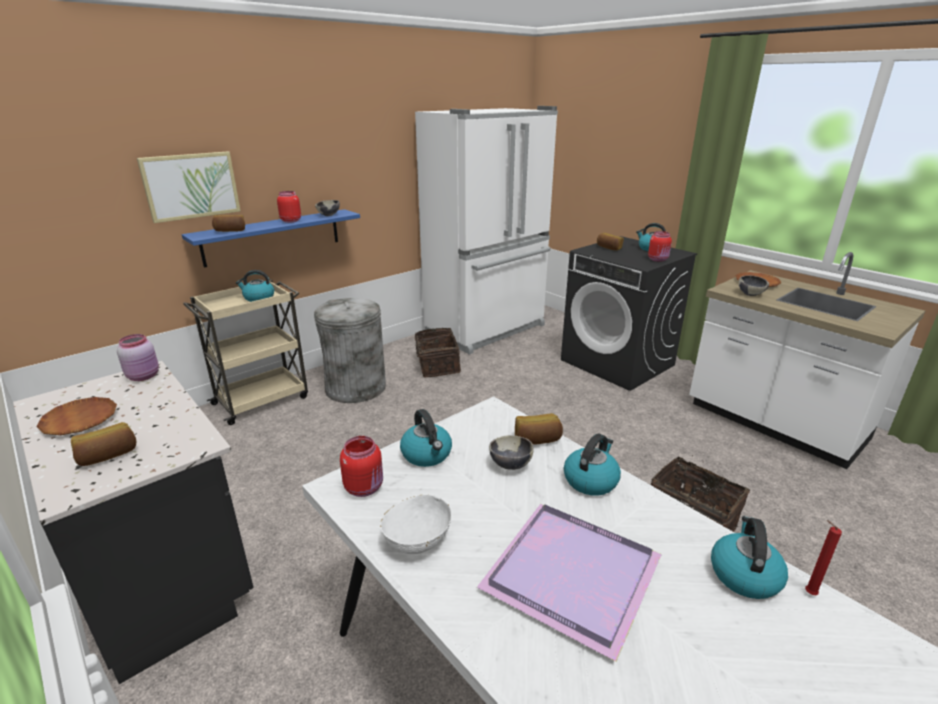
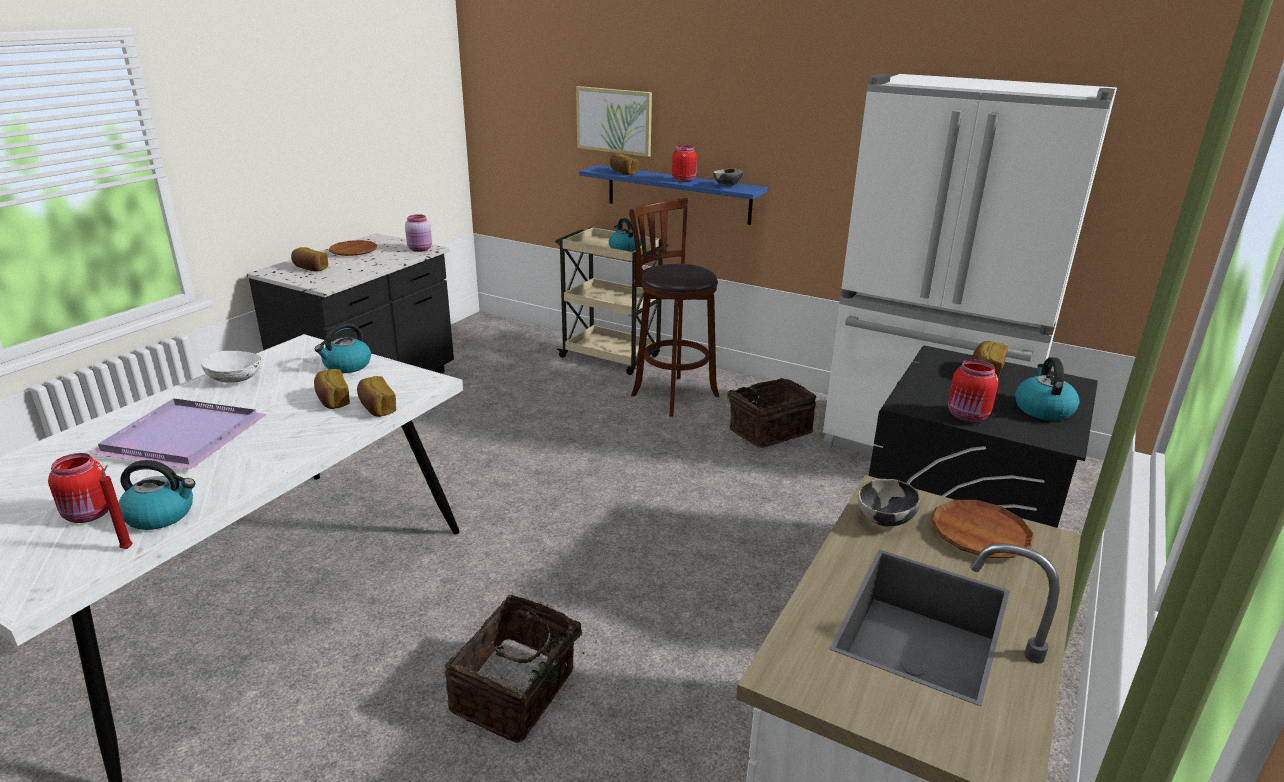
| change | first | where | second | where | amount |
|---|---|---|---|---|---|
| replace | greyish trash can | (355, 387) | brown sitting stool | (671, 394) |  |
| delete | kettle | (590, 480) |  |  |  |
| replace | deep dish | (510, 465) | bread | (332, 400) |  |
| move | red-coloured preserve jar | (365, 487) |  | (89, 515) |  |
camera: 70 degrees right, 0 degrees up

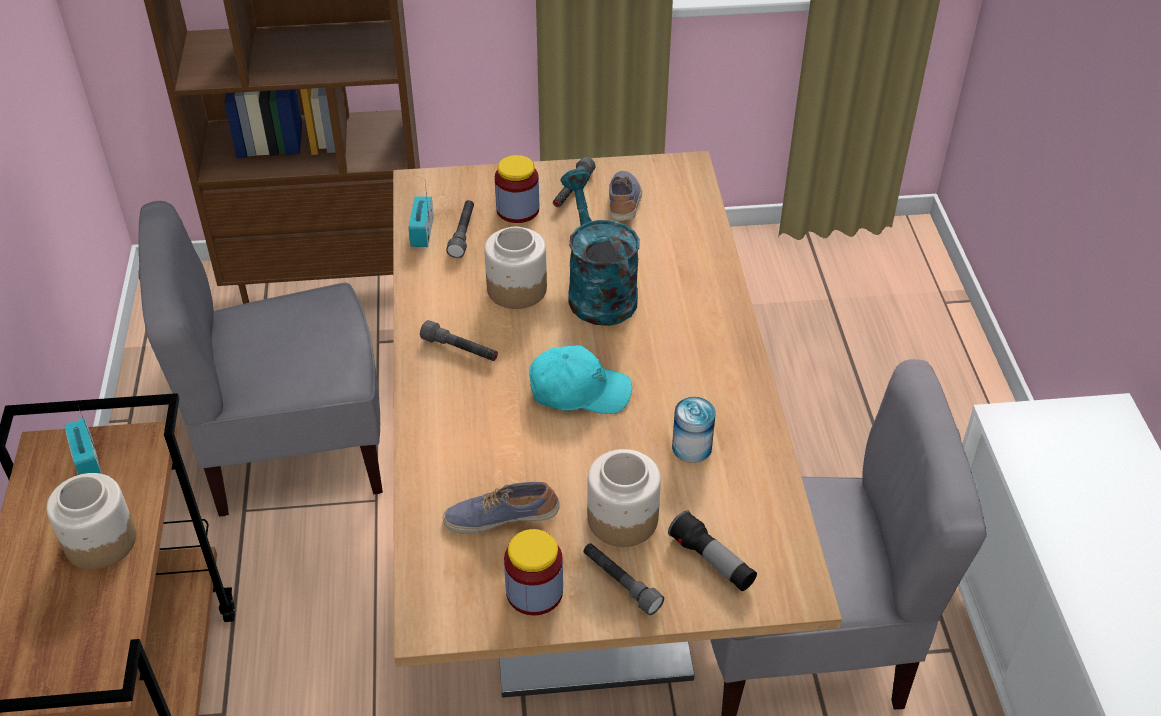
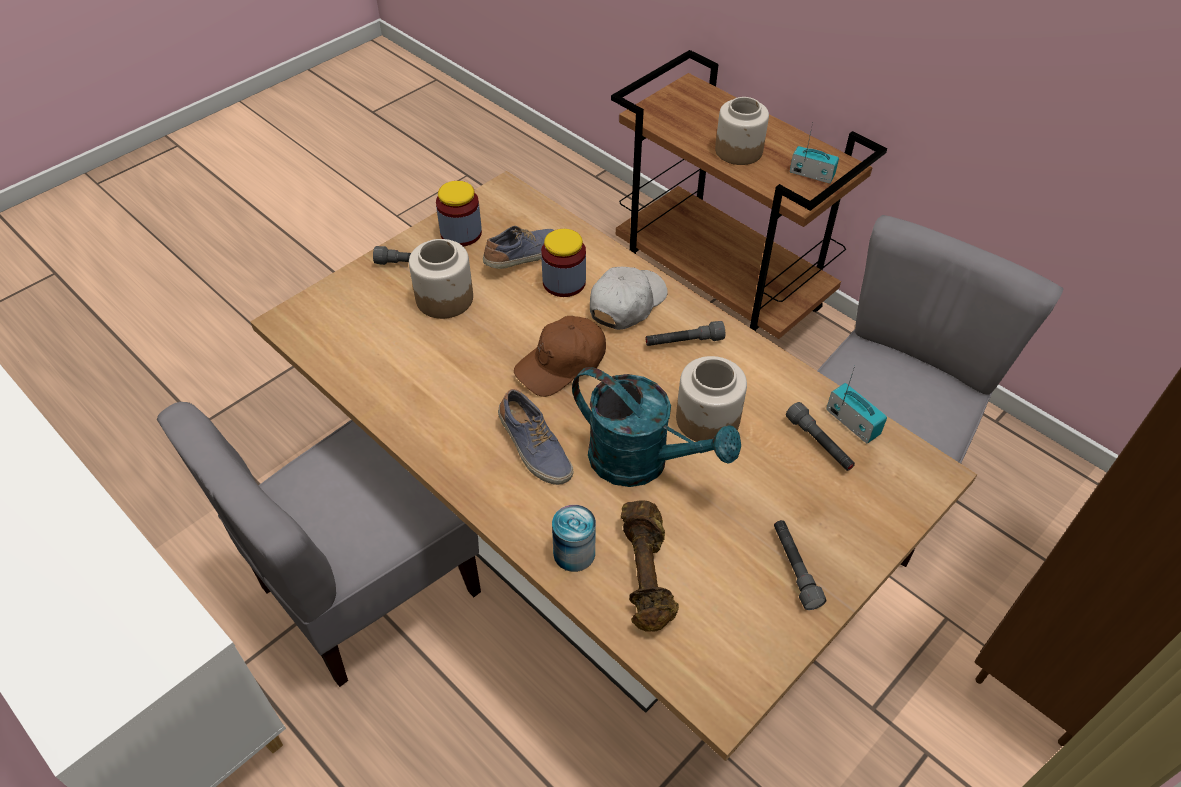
| change | first | where | second | where | amount |
|---|---|---|---|---|---|
| move | preserve jar | (517, 210) |  | (564, 282) |  |
| move | item of footwear | (624, 204) |  | (534, 449) |  |
| recolor | turquoise-coloured peaked cap | (579, 391) | brown peaked cap | (562, 364) |  |
| move | metal can | (692, 447) |  | (574, 553) |  |
| delete | hand torch | (712, 561) |  |  |  |
| insert |  |  | whitish peaked cap | (626, 303) |  |
| insert |  |  | brown free weight | (647, 575) |  |
camera: 140 degrees right, 5 degrees up

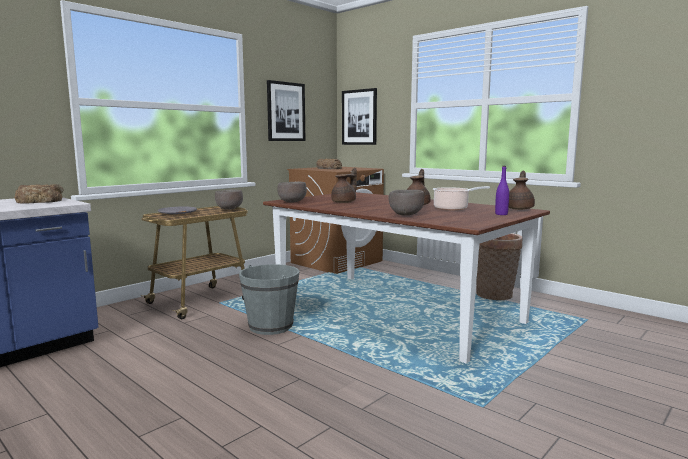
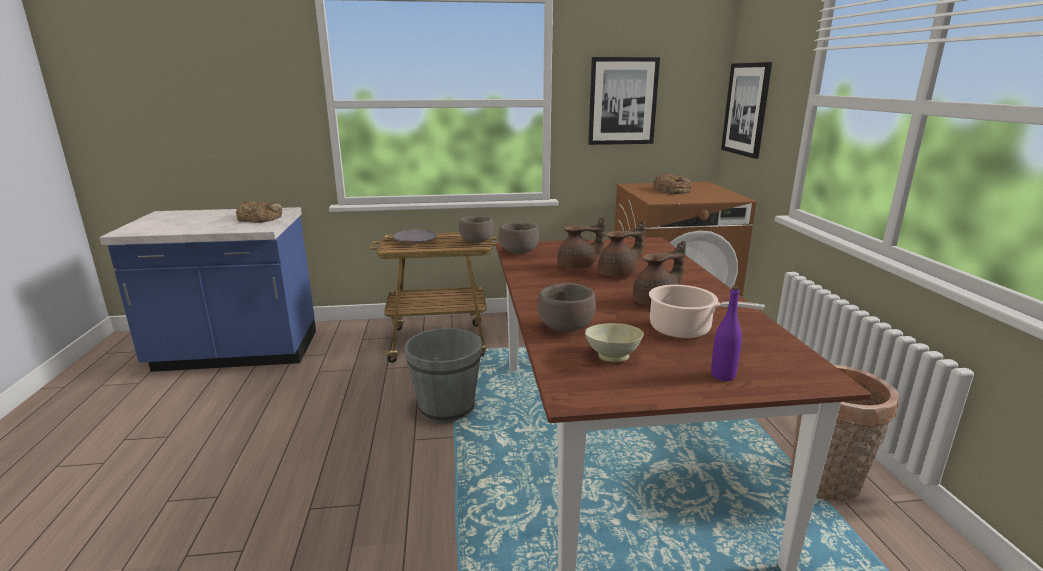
| change | first | where | second | where | amount |
|---|---|---|---|---|---|
| move | brown pot for tea | (520, 209) |  | (619, 274) |  |
| insert |  |  | beige-coloured deep dish | (613, 356) |  |
camera: 40 degrees right, 10 degrees up

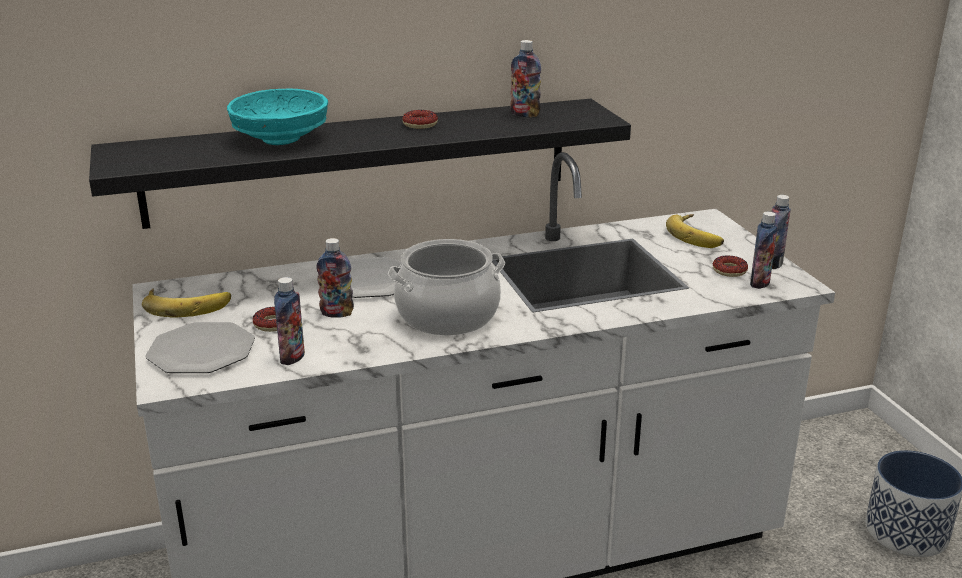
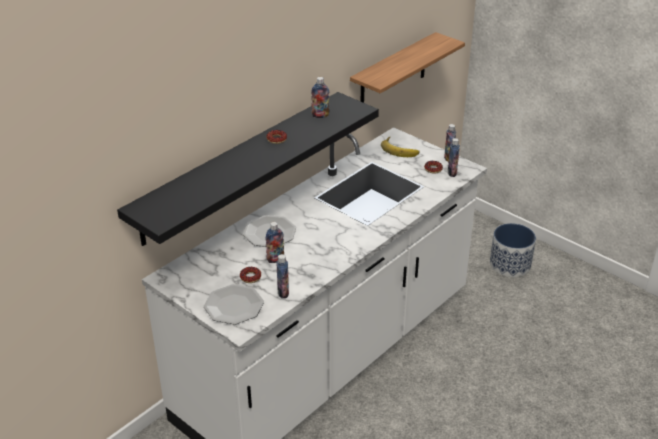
| change | first | where | second | where | amount |
|---|---|---|---|---|---|
| delete | turquoise-coloured deep dish | (280, 139) |  |  |  |
| delete | cooking pot | (447, 316) |  |  |  |
| delete | banana fruit | (187, 305) |  |  |  |
| insert |  |  | bracket shelf | (393, 73) |  |
camera: 30 degrees left, 10 degrees up

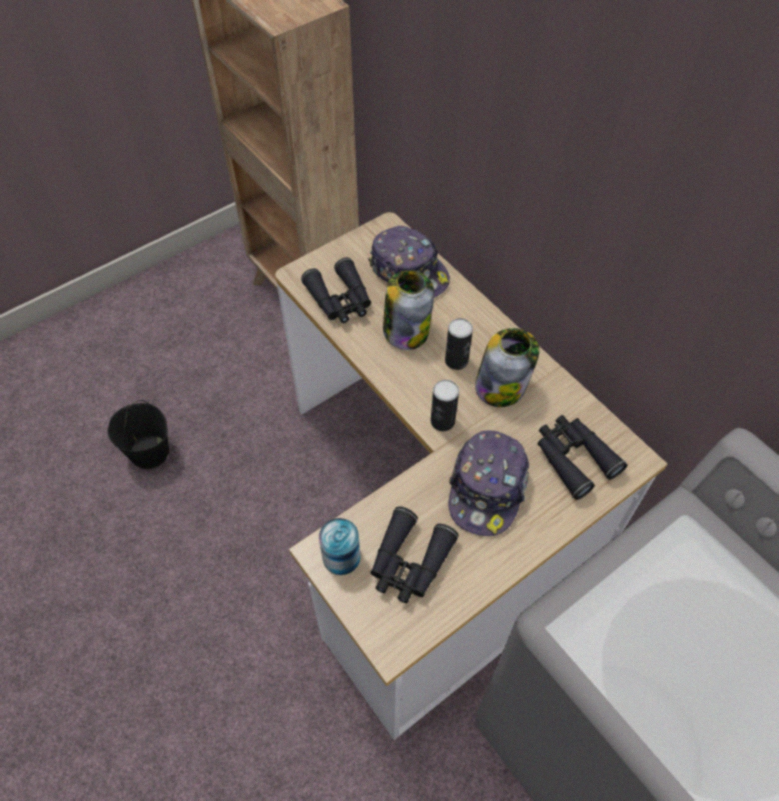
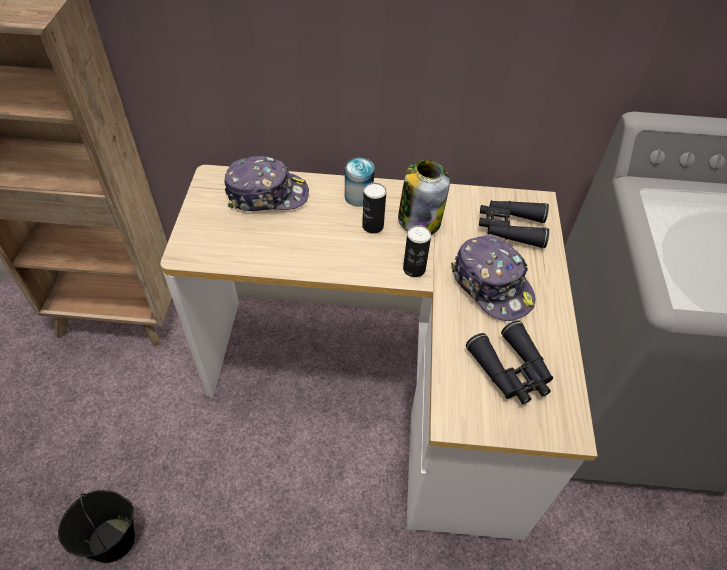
| change | first | where | second | where | amount |
|---|---|---|---|---|---|
| delete | black pair of binoculars | (340, 300) |  |  |  |
| delete | preserve jar | (406, 330) |  |  |  |
| move | metal can | (341, 557) |  | (358, 196) |  |
camera: 50 degrees left, 5 degrees down

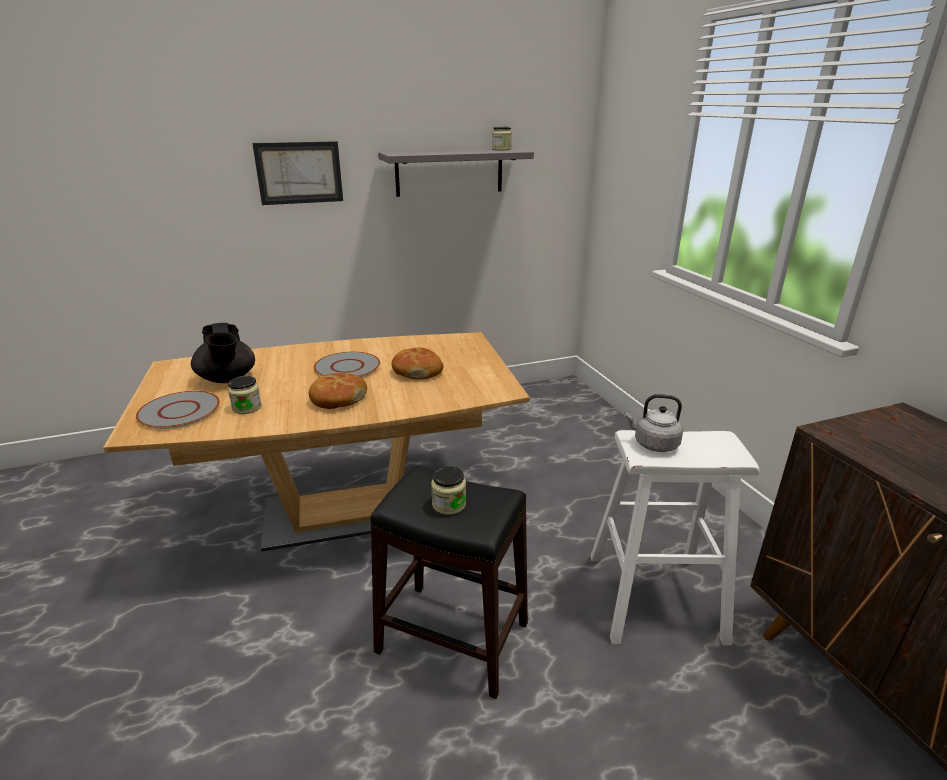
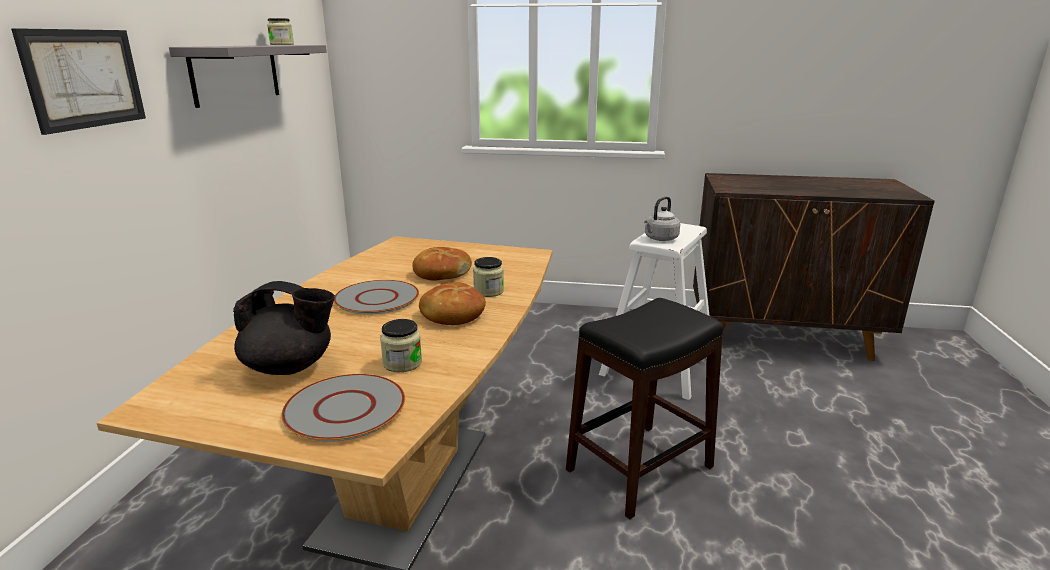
| change | first | where | second | where | amount |
|---|---|---|---|---|---|
| move | preserve jar | (449, 504) |  | (488, 291) |  |
camera: 60 degrees left, 5 degrees down

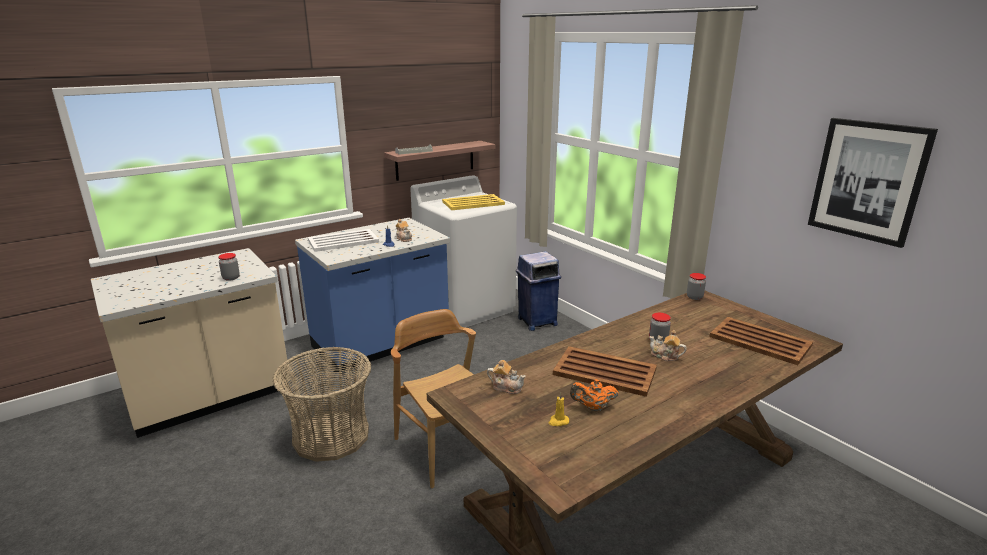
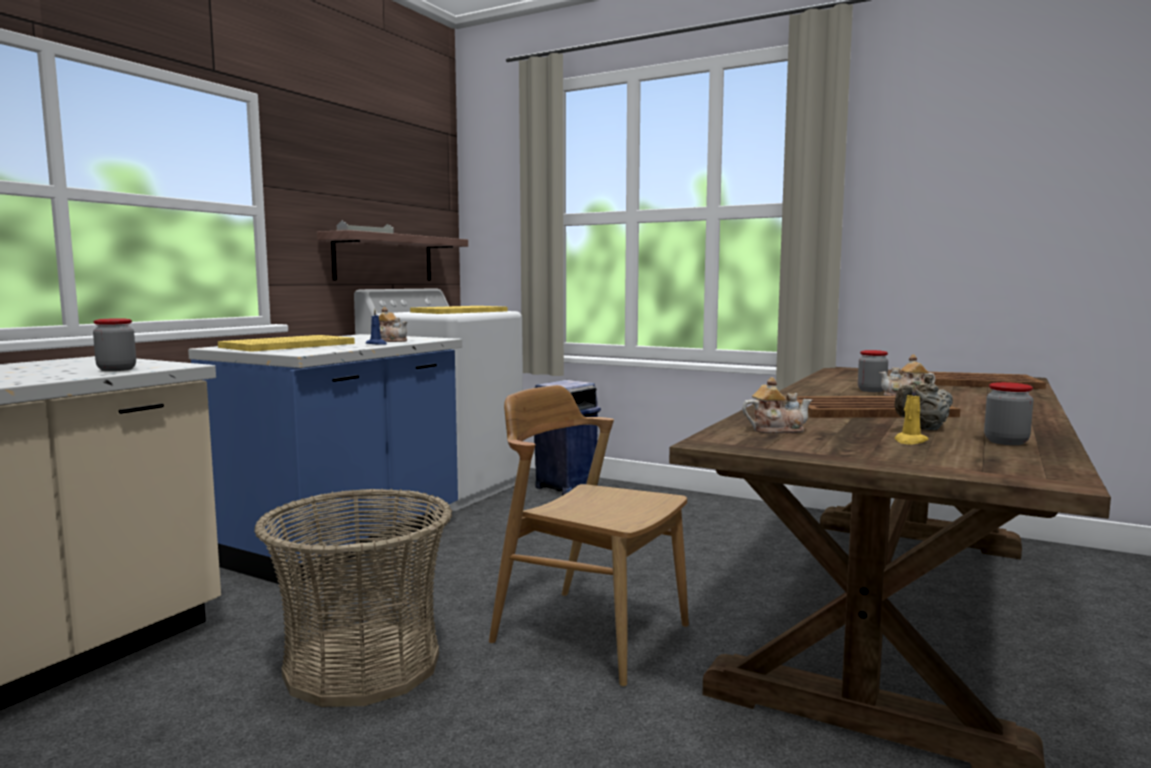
| change | first | where | second | where | amount |
|---|---|---|---|---|---|
| delete | wall art | (867, 180) |  |  |  |
| recolor | whitish tray | (344, 241) | yellowish tray | (289, 345) |  |
| move | preserve jar | (694, 297) |  | (1006, 442) |  |
| recolor | orange pot for tea | (593, 407) | beige-coloured pot for tea | (923, 429) |  |
camera: 25 degrees left, 15 degrees down

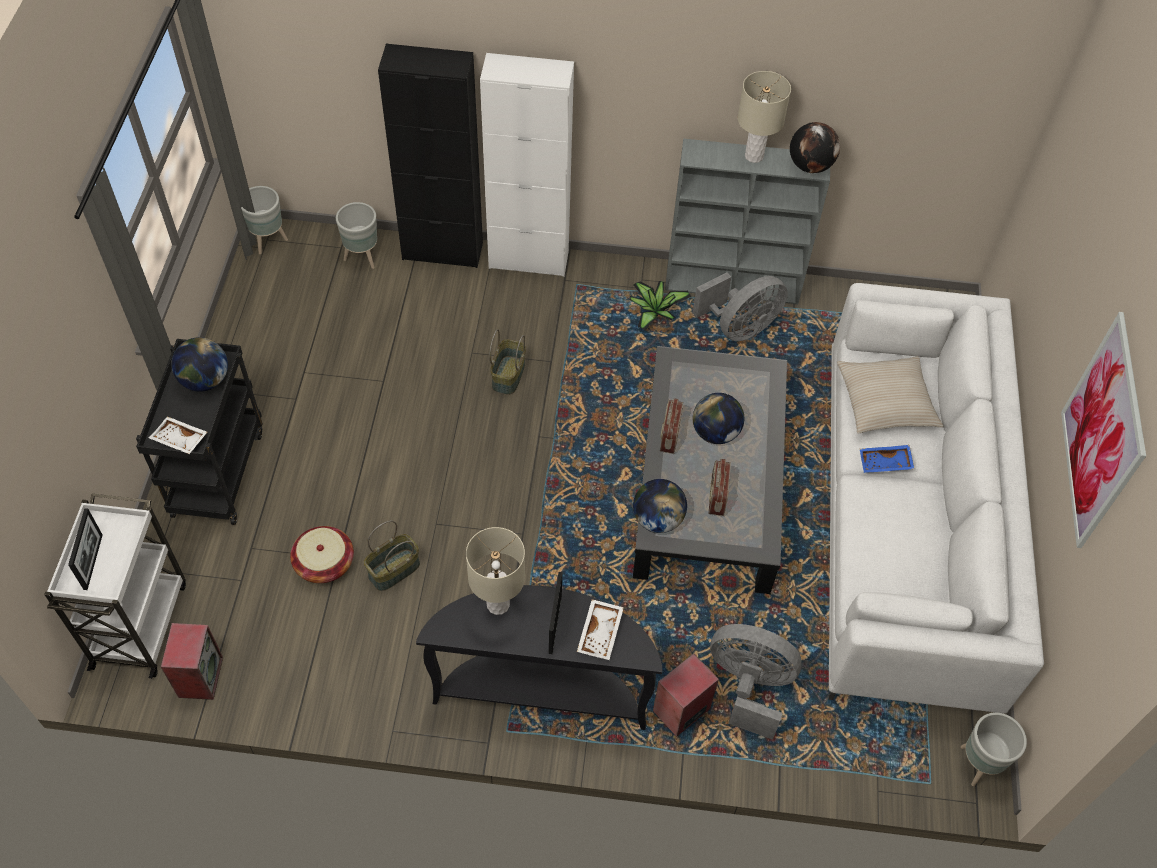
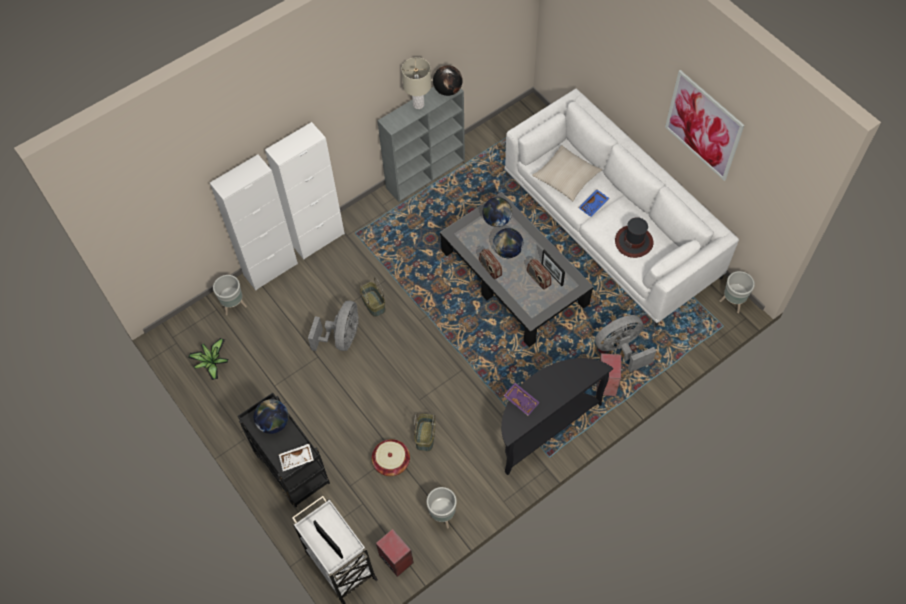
| change | first | where | second | where | amount |
|---|---|---|---|---|---|
| recolor | black cupboard | (442, 251) | whitish cupboard | (270, 269) |  |
| move | greyish plant pot | (269, 242) |  | (443, 515) |  |
| move | greyish cooling fan | (740, 327) |  | (342, 337) |  |
| move | potted plant | (655, 311) |  | (211, 362) |  |
| move | globe | (657, 519) |  | (497, 220) |  |
| replace | beige-coloured table lamp | (498, 604) | purplish tray | (521, 400) |  |
| move | picture frame | (555, 624) |  | (552, 274) |  |
| delete | whitish tray | (601, 633) |  |  |  |
| insert |  |  | wearable hat | (634, 241) |  |
camera: 40 degrees left, 5 degrees up

